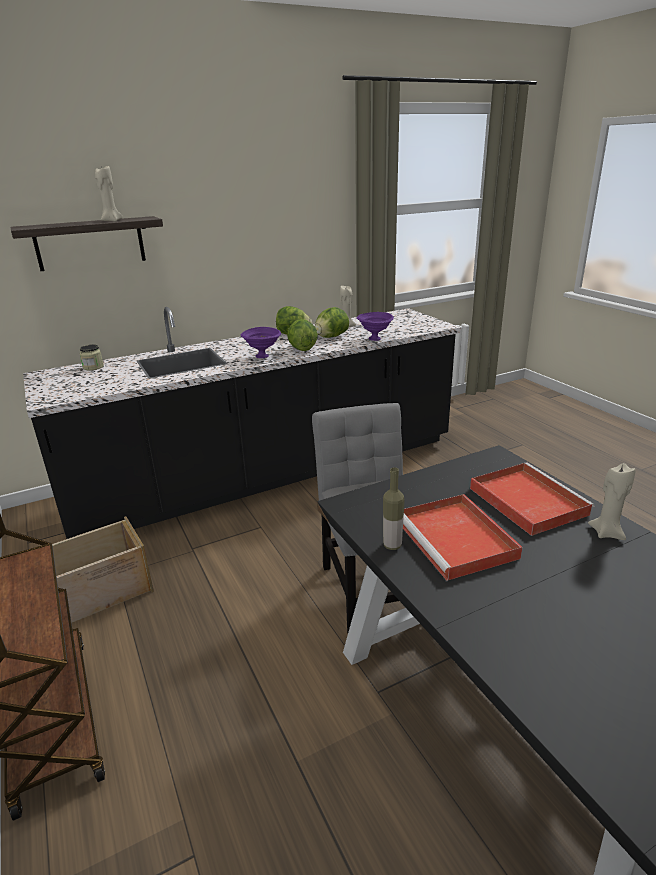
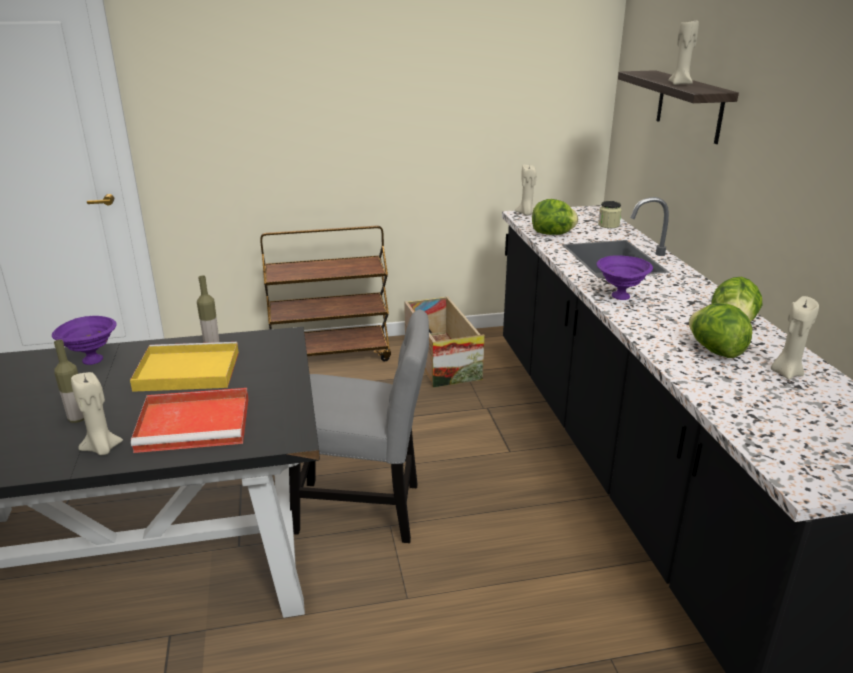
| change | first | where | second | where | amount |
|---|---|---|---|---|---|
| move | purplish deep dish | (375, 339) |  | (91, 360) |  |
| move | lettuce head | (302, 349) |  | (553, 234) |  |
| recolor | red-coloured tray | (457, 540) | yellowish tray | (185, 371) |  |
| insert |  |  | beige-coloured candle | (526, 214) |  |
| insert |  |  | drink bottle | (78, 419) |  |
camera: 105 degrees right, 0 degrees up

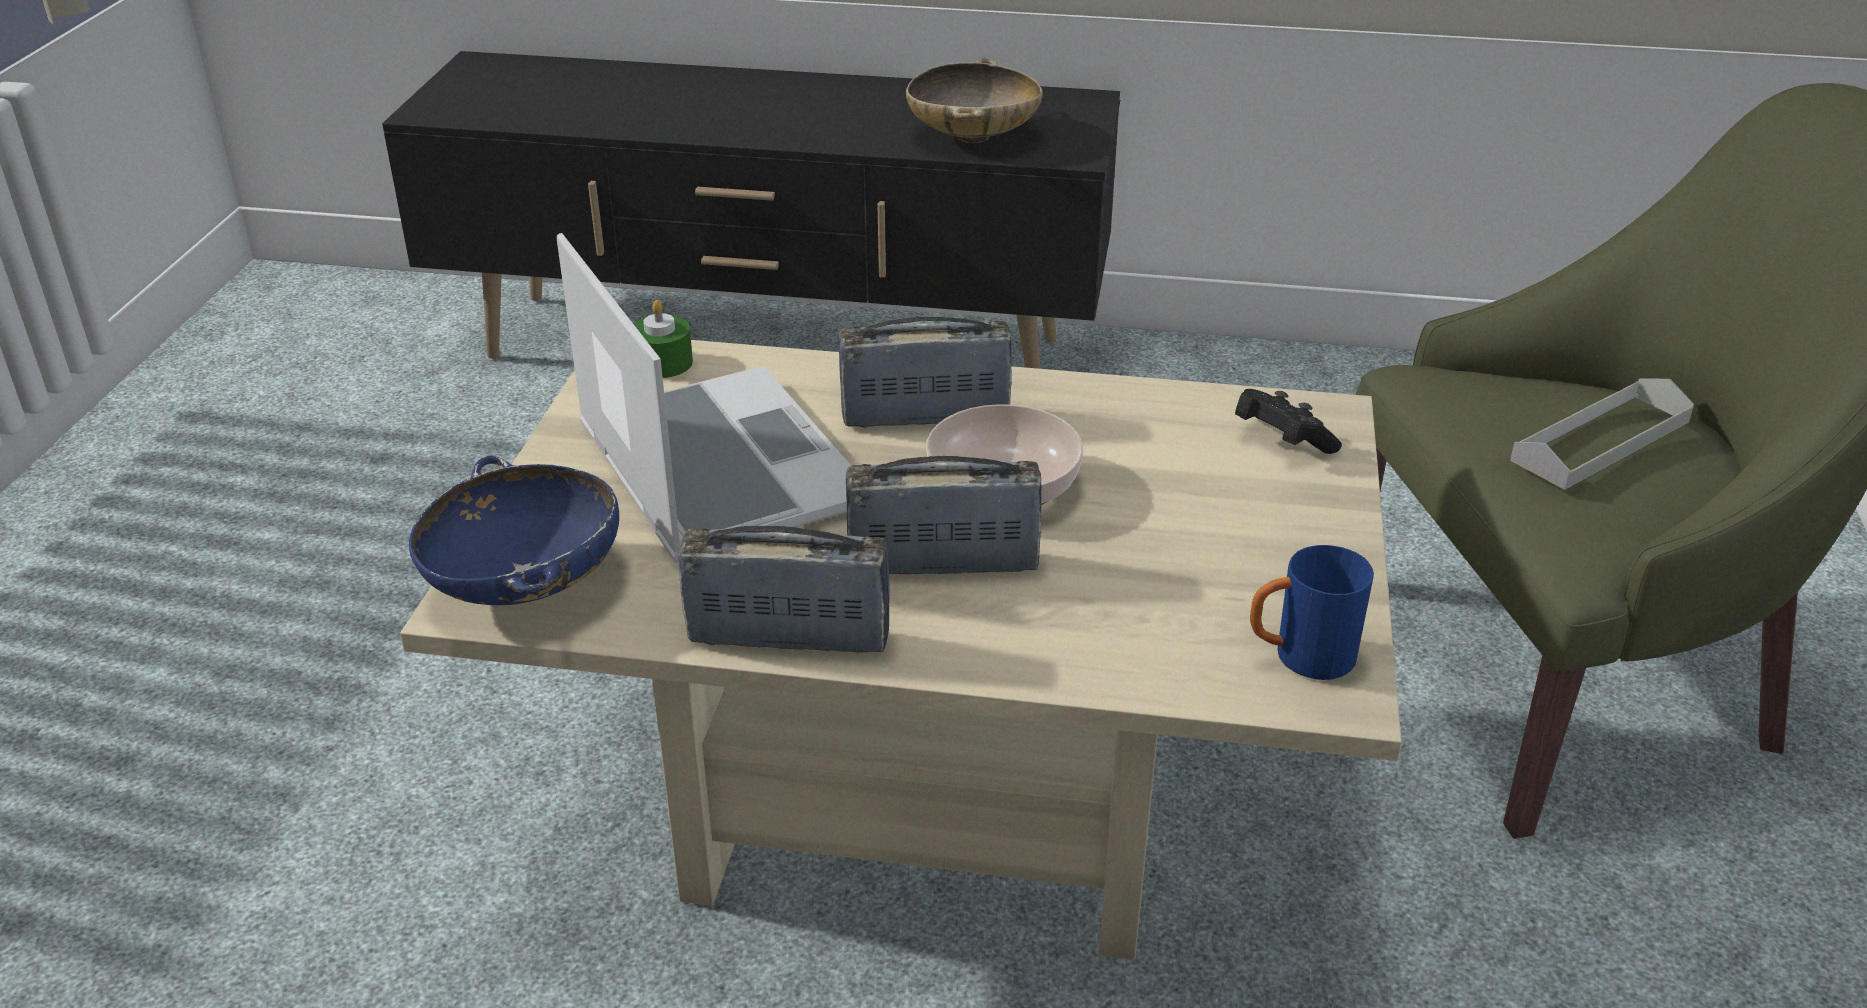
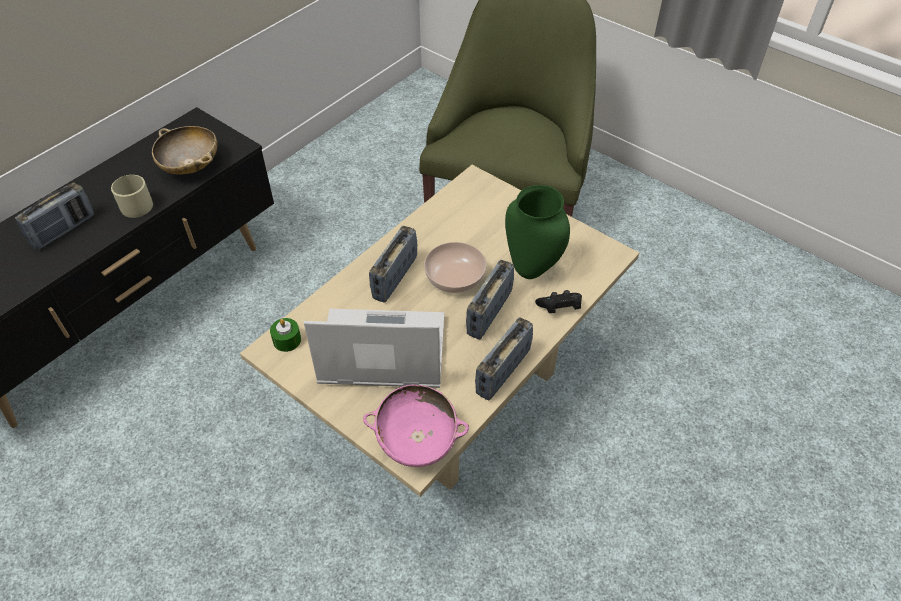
| change | first | where | second | where | amount |
|---|---|---|---|---|---|
| delete | greyish tray | (1601, 441) |  |  |  |
| move | black gamepad | (1280, 441) |  | (559, 308) |  |
| recolor | blue-coloured deep dish | (525, 585) | pinkish deep dish | (417, 440) |  |
| delete | blue-coloured mug | (1300, 658) |  |  |  |
| insert |  |  | beige-coloured mug | (133, 205) |  |
| insert |  |  | radio set | (63, 230) |  |
| insert |  |  | green-coloured vase | (530, 271) |  |
camera: 60 degrees left, 15 degrees up

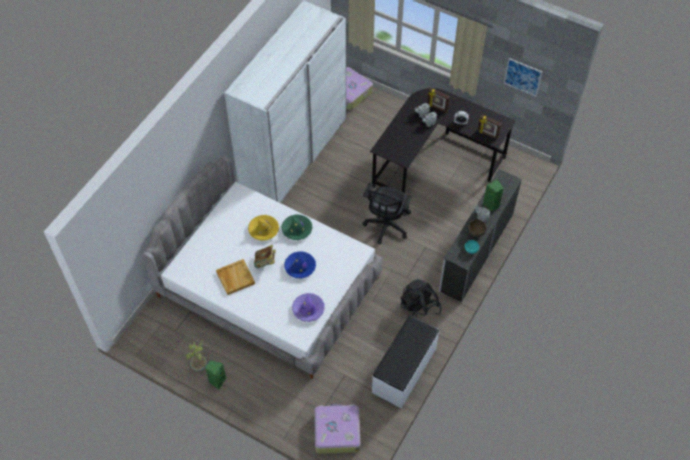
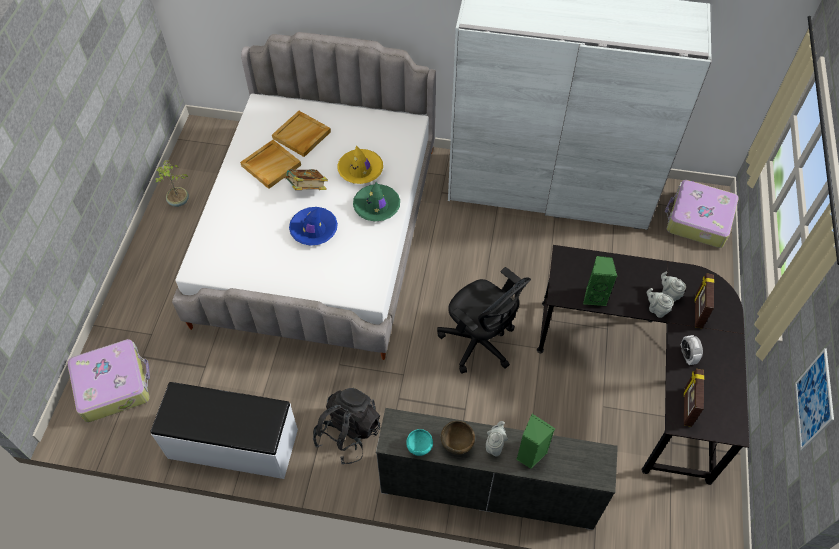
| change | first | where | second | where | amount |
|---|---|---|---|---|---|
| rotate | black desk chair | (386, 226) |  | (479, 343) | 135 degrees counterclockwise |
| delete | purplish wearable hat | (308, 309) |  |  |  |
| move | green-coloured loudspeaker | (217, 381) |  | (594, 296) |  |
| insert |  |  | beige-coloured tray | (301, 135) |  |
camera: 70 degrees right, 0 degrees up

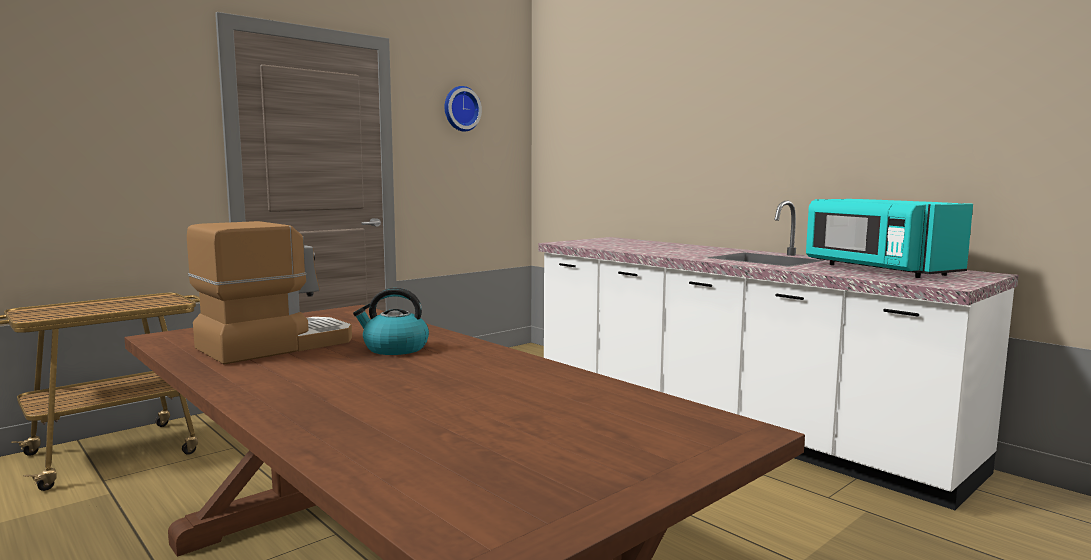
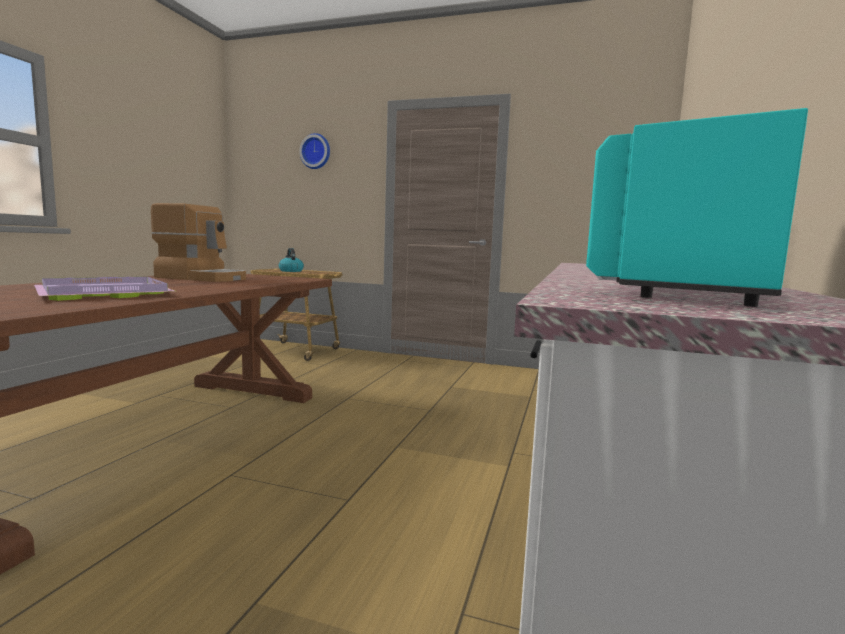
| change | first | where | second | where | amount |
|---|---|---|---|---|---|
| move | wall clock | (460, 109) |  | (316, 151) |  |
| move | kettle | (394, 348) |  | (290, 271) |  |
| insert |  |  | purplish tray | (102, 293) |  |
camera: 60 degrees right, 0 degrees up

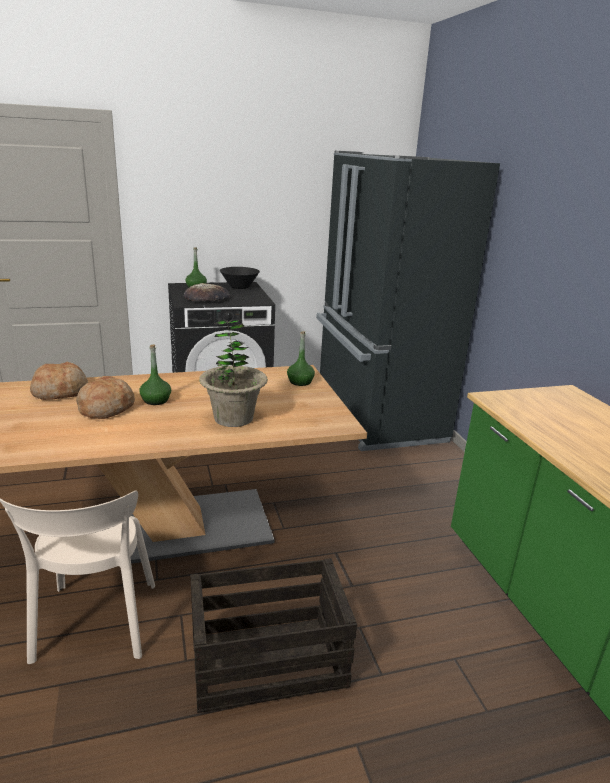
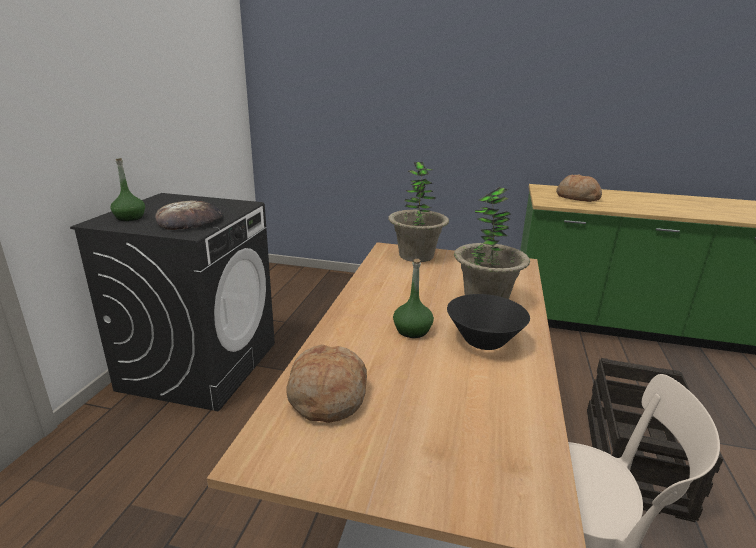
| change | first | where | second | where | amount |
|---|---|---|---|---|---|
| delete | black fridge | (375, 415) |  |  |  |
| move | black deep dish | (239, 287) |  | (484, 341) |  |
| replace | green-coloured drink bottle | (300, 382) | potted plant | (416, 255) |  |
| move | bread | (106, 408) |  | (577, 197) |  |
camera: 60 degrees left, 0 degrees up

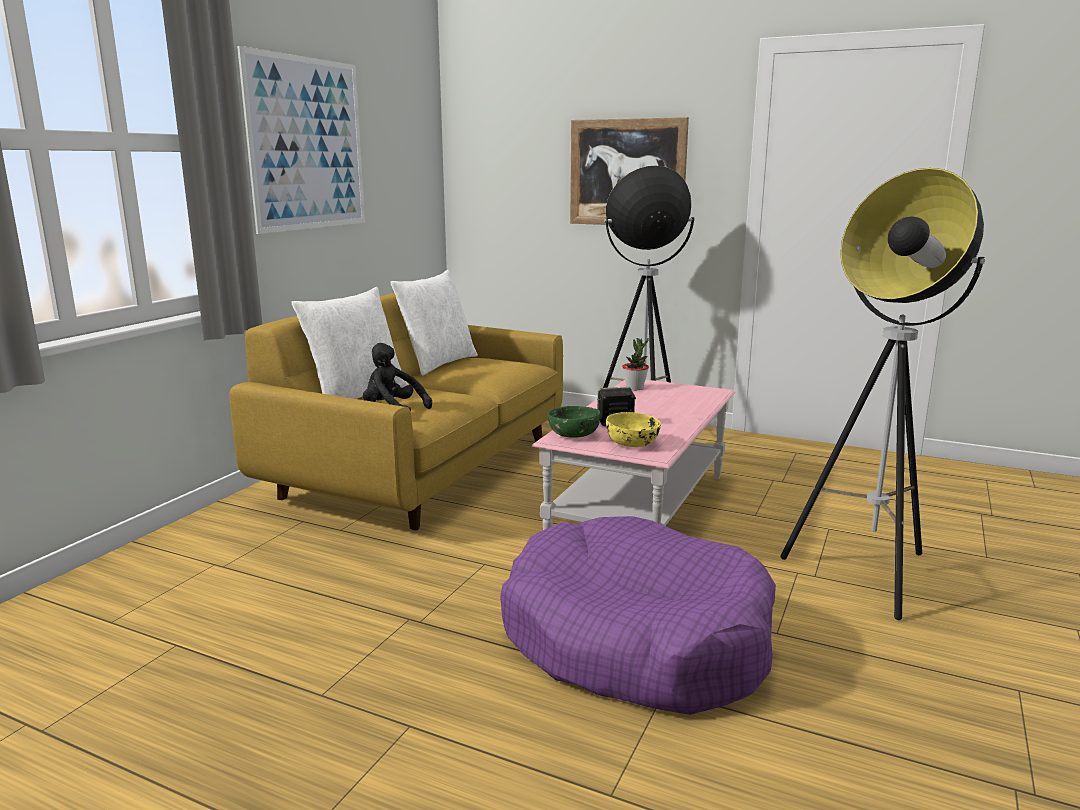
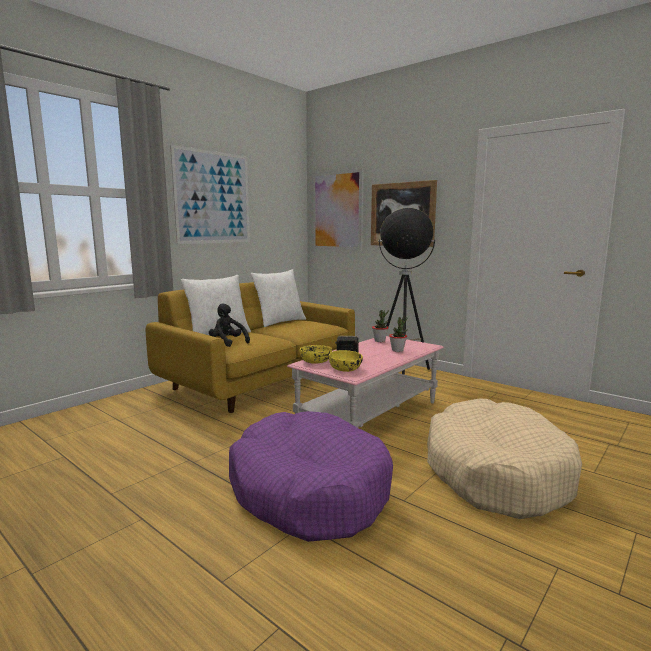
| change | first | where | second | where | amount |
|---|---|---|---|---|---|
| replace | floor lamp | (869, 574) | beige-coloured dog cushion | (495, 472) |  |
| recolor | green-coloured deep dish | (574, 434) | yellowish deep dish | (315, 362) |  |
| insert |  |  | wall art | (337, 211) |  |
| insert |  |  | potted plant | (397, 350) |  |
camera: 15 degrees right, 5 degrees down

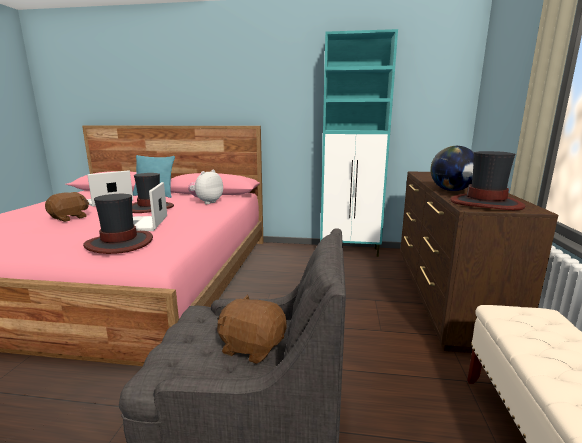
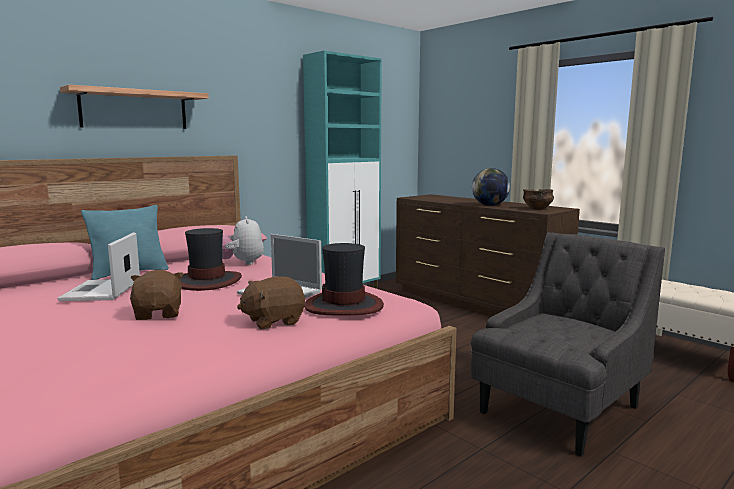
| change | first | where | second | where | amount |
|---|---|---|---|---|---|
| replace | wearable hat | (486, 203) | deep dish | (537, 209) |  |
| move | brown cuddly toy | (252, 346) |  | (273, 321) |  |
| insert |  |  | bracket shelf | (134, 109) |  |
camera: 50 degrees left, 5 degrees down

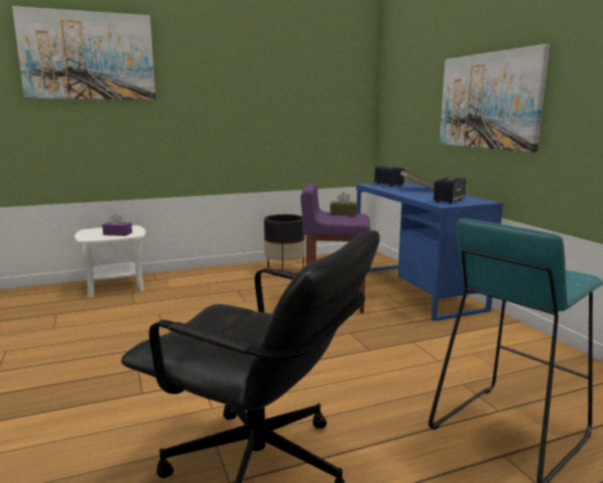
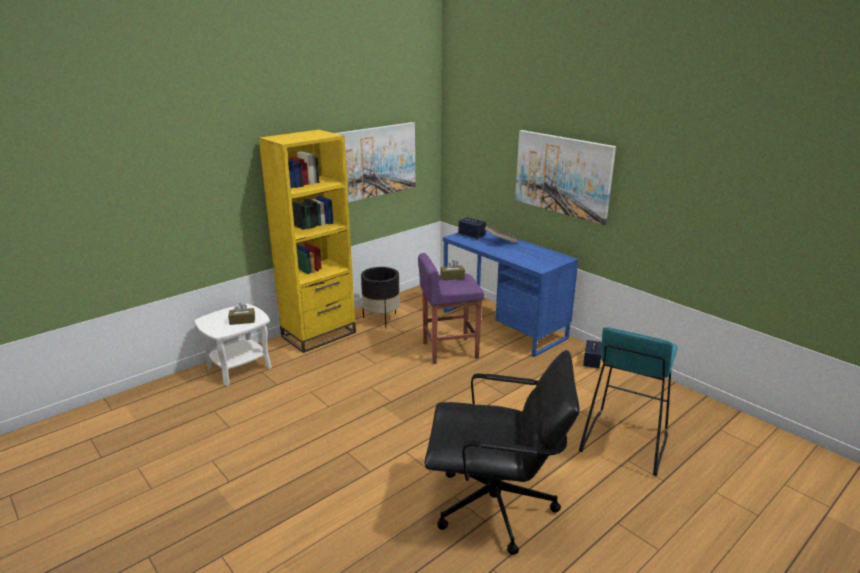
| change | first | where | second | where | amount |
|---|---|---|---|---|---|
| move | wall art | (88, 56) |  | (373, 162) |  |
| move | loudspeaker | (448, 201) |  | (591, 362) |  |
| recolor | purplish box of tissues | (117, 234) | brown box of tissues | (242, 321) |  |
| insert |  |  | yellowish bookshelf | (319, 334) |  |
camera: 20 degrees left, 10 degrees up

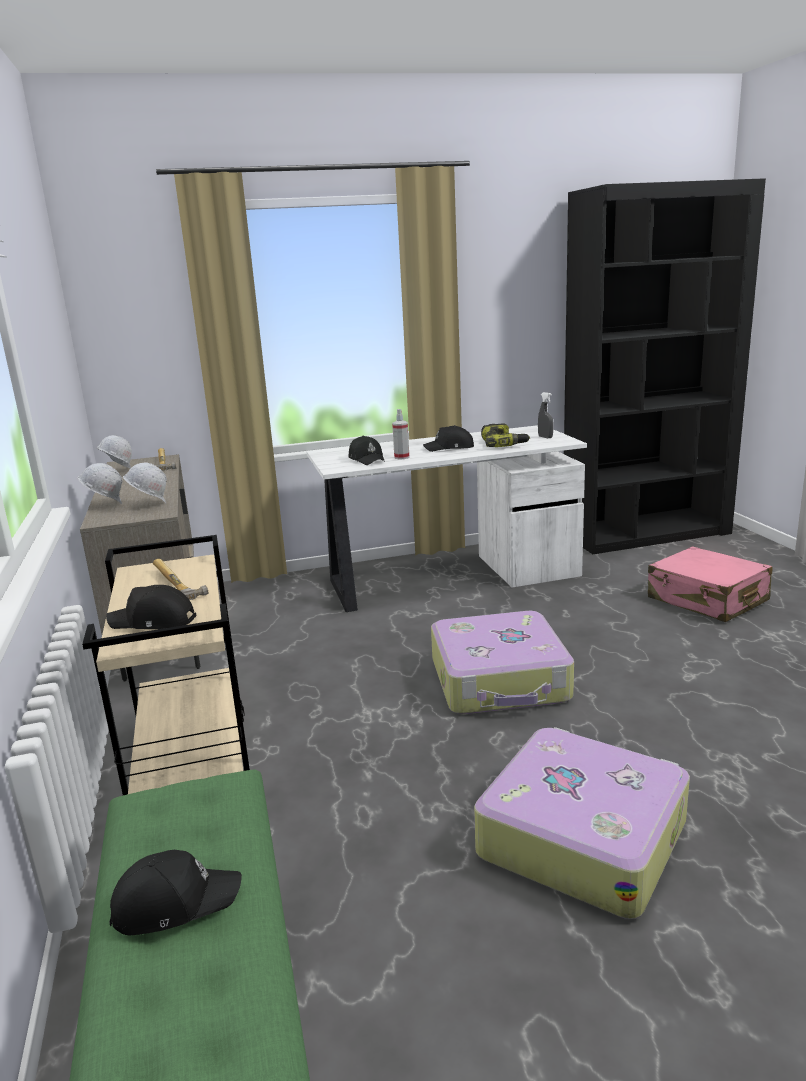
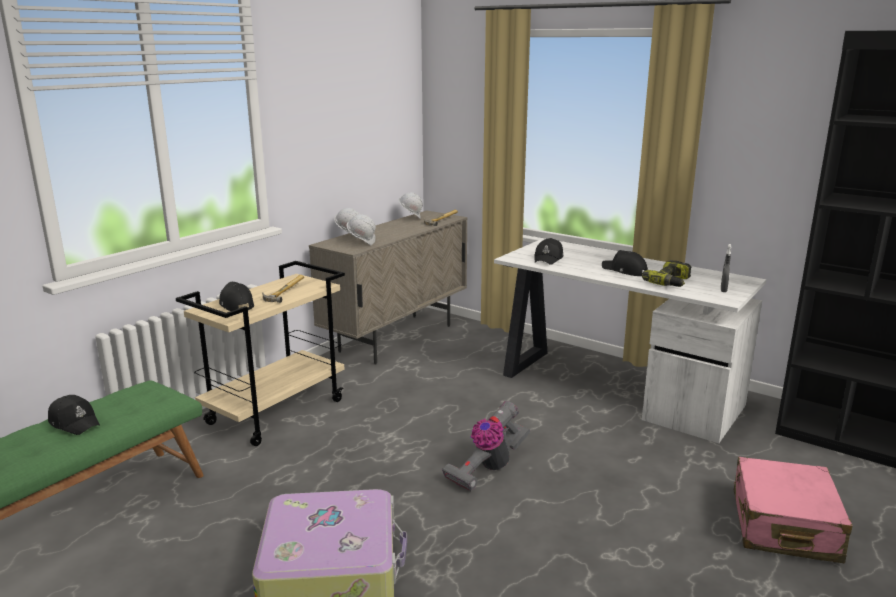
| change | first | where | second | where | amount |
|---|---|---|---|---|---|
| delete | sprayer | (401, 457) |  |  |  |
| replace | piece of luggage | (500, 680) | vacuum | (488, 468) |  |
camera: 50 degrees right, 0 degrees up

